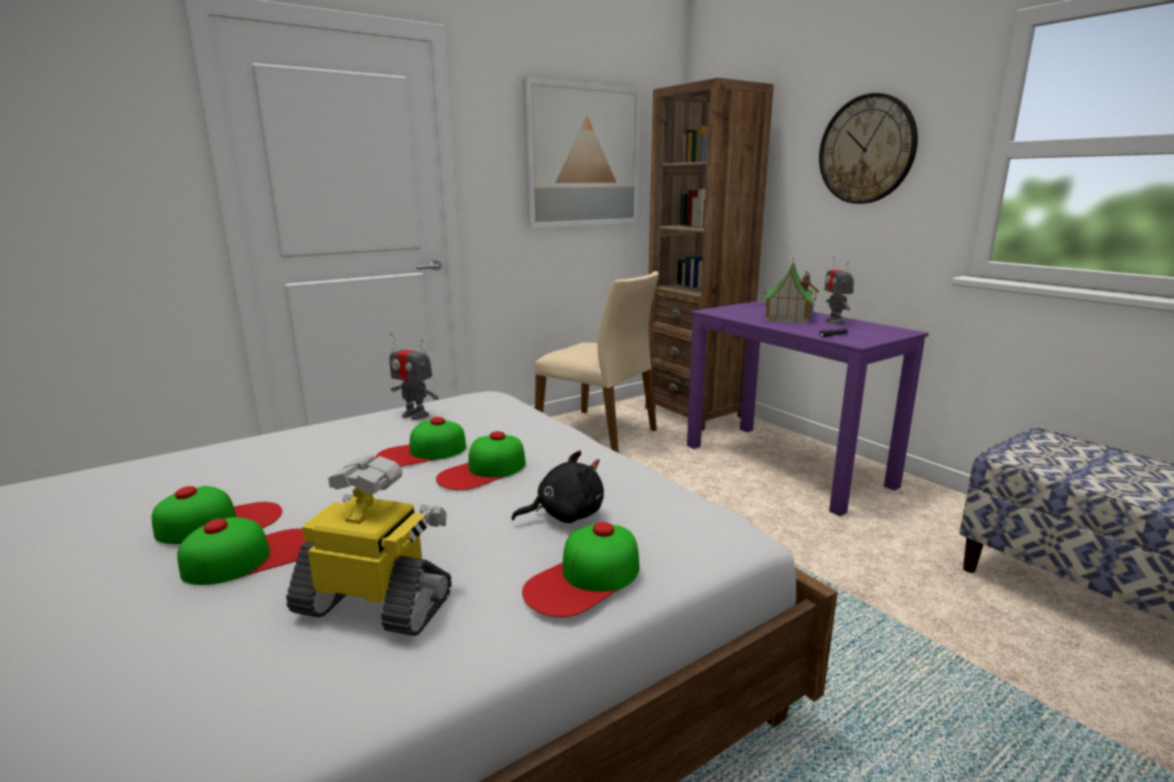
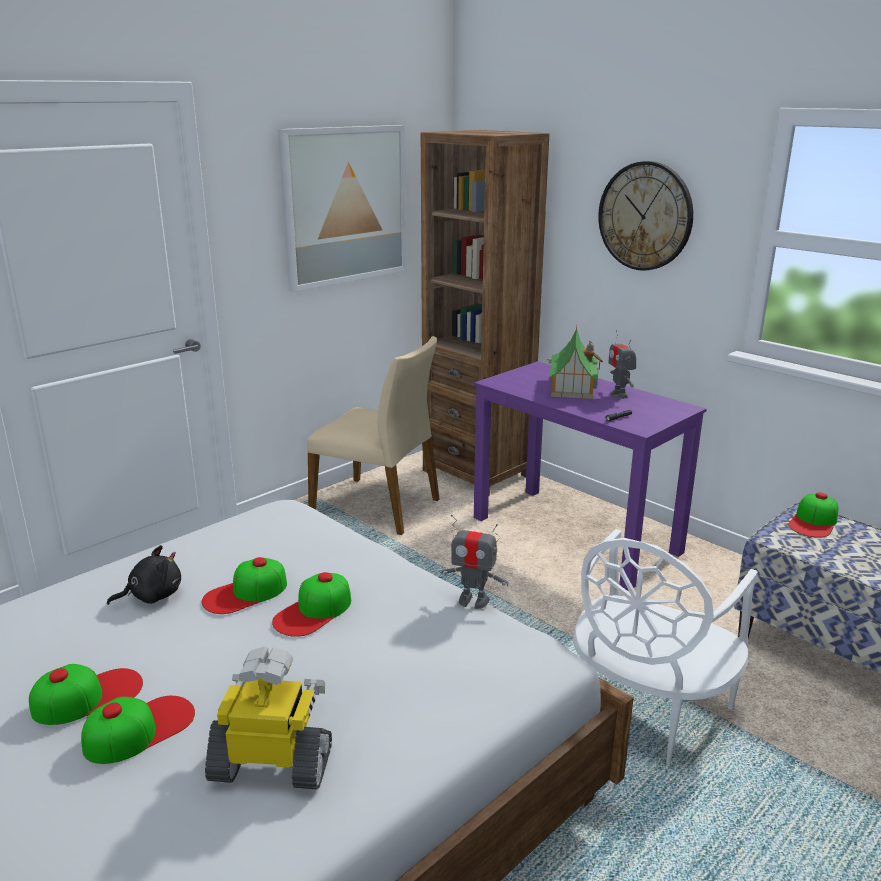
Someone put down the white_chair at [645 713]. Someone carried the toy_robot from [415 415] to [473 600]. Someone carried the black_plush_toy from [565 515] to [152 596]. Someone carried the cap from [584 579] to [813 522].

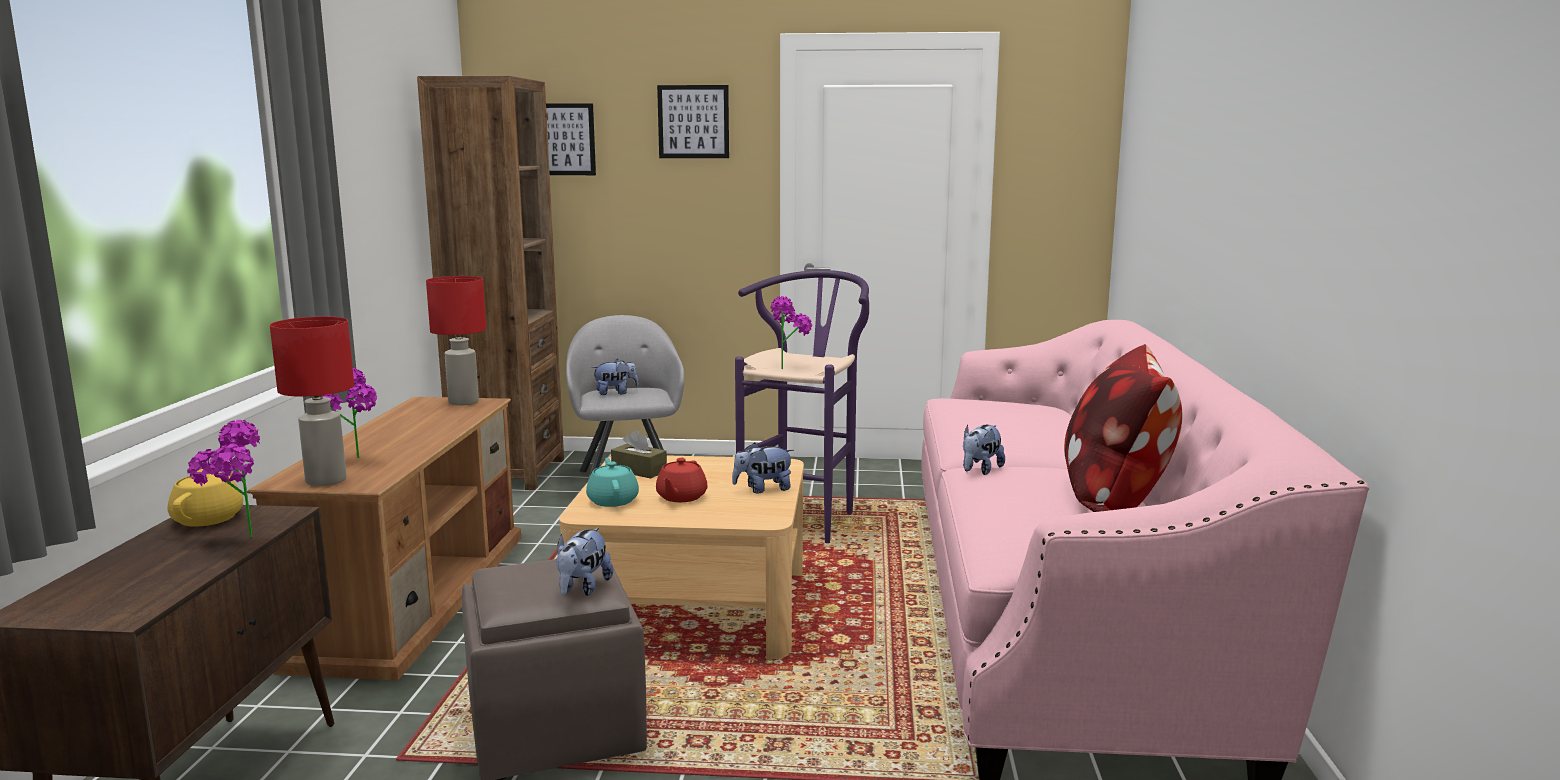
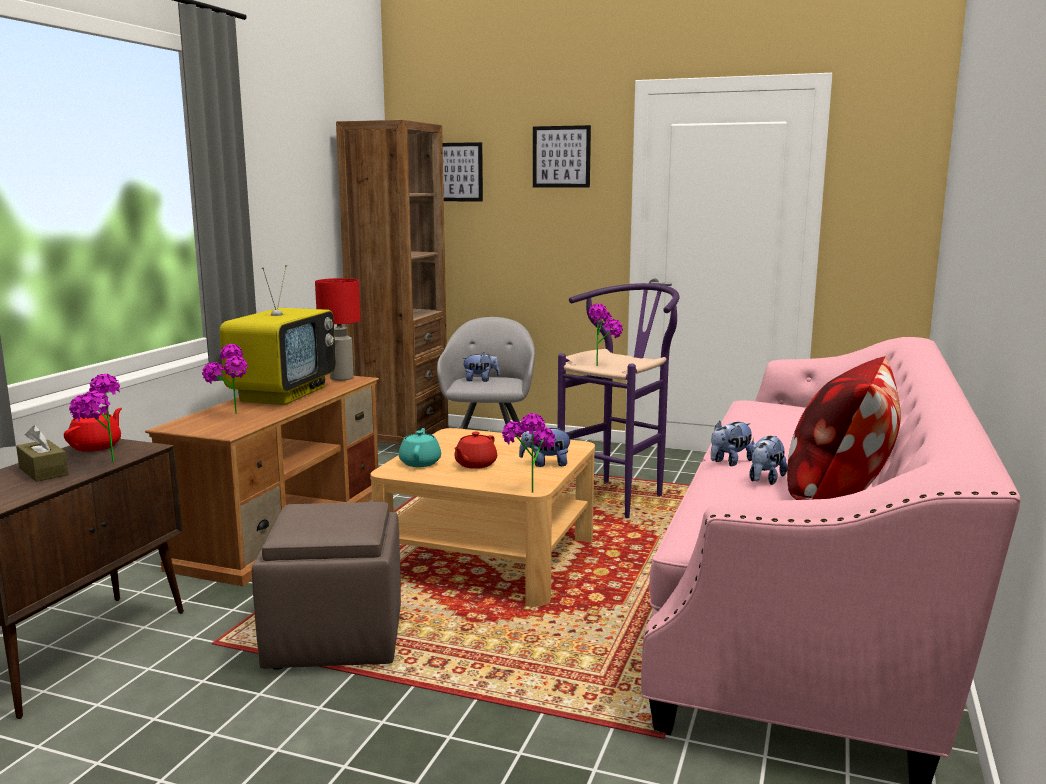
Someone took away the red_table_lamp at [325 481]. Someone put down the television at [283 394]. Someone put down the potted_plant at [528 489]. Someone carried the plush_toy from [582 589] to [765 480]. Someone carried the brown_tissue_box from [639 471] to [43 471]. Someone repainted the yellow_teapot at [209 518], which became the red_teapot at [96 446].

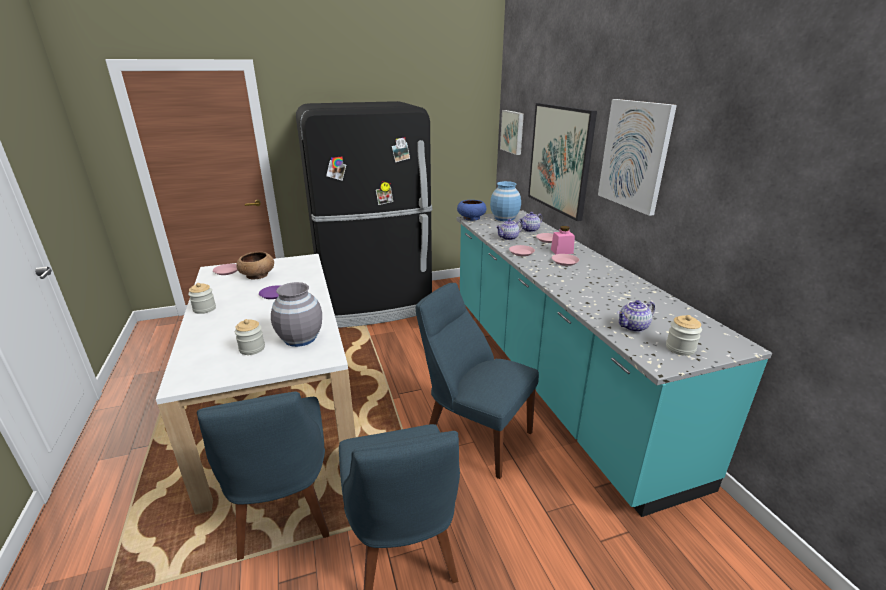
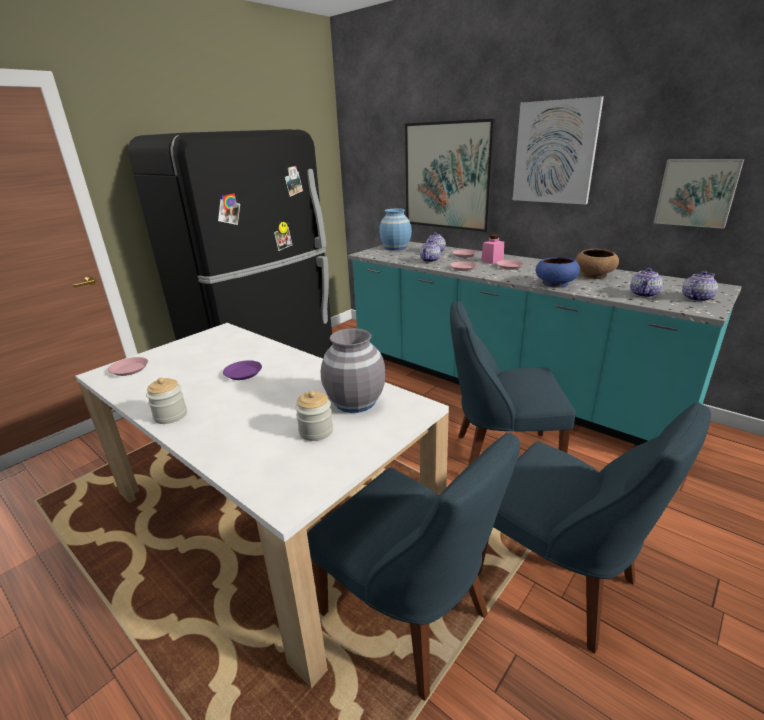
Someone carried the brown_bowl from [257 275] to [594 276]. Someone carried the blue_bowl from [471 218] to [555 284]. Someone carried the picture from [513 132] to [696 193]. Someone swapped the jar at [680 348] for the teapot at [696 298].

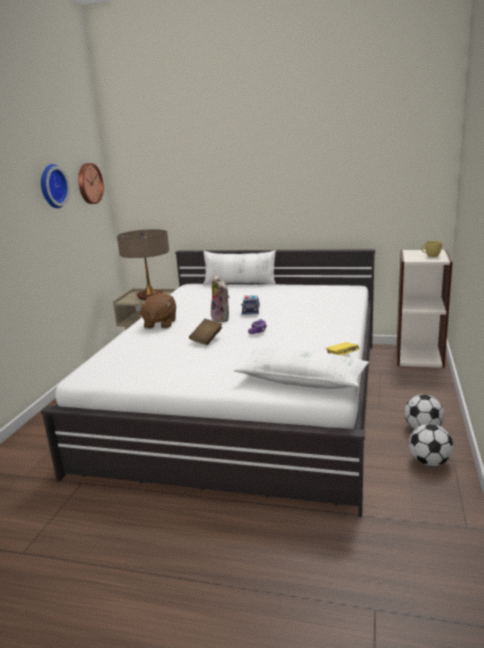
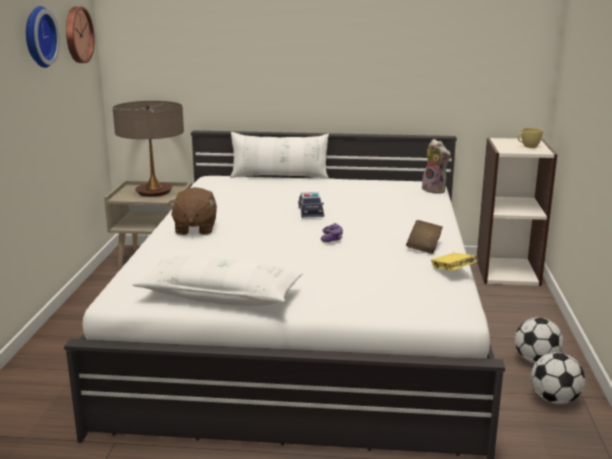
Someone carried the brown_book from [206 339] to [424 246]. Someone carried the plush_toy from [222 318] to [435 190]. Someone carried the white_pillow from [302 379] to [220 296].

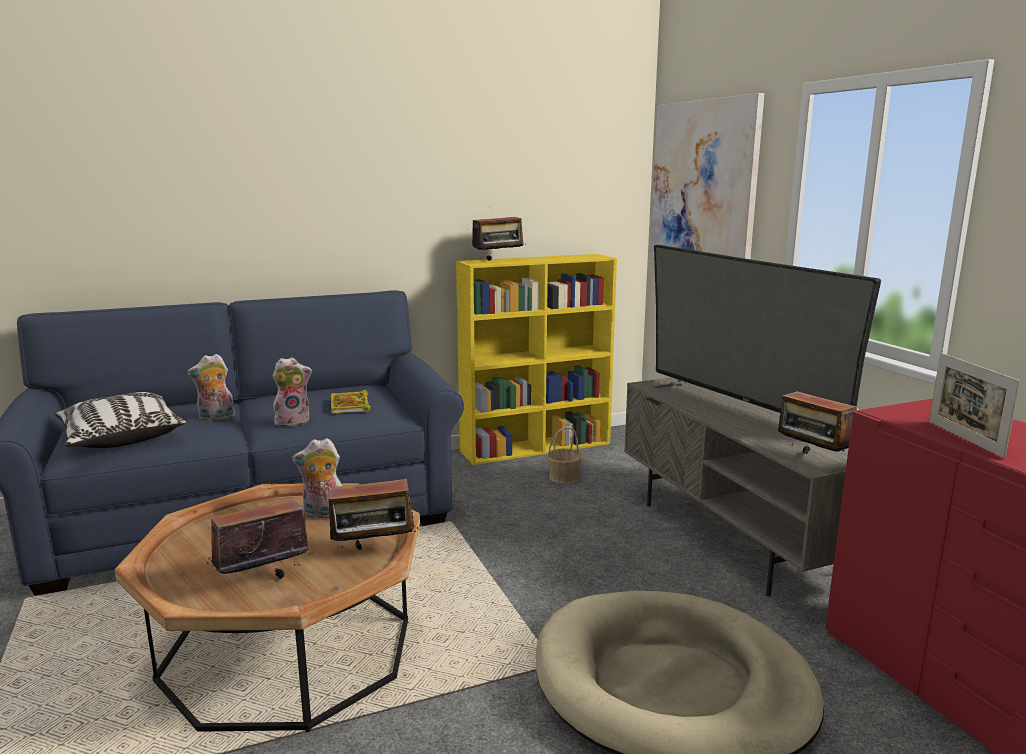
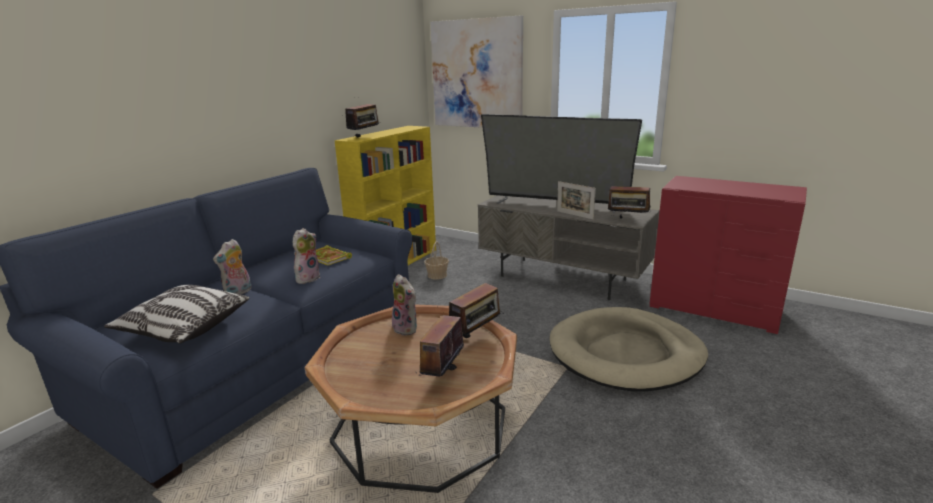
Someone carried the picture_frame from [964 438] to [574 215]. Someone rotated the plush_toy at [323 514] by 90 degrees counterclockwise.

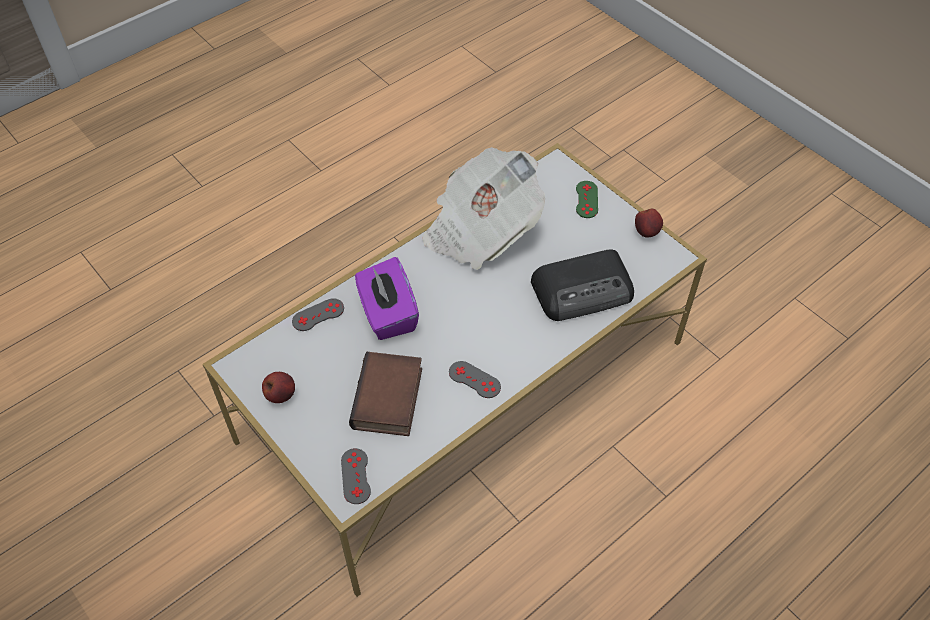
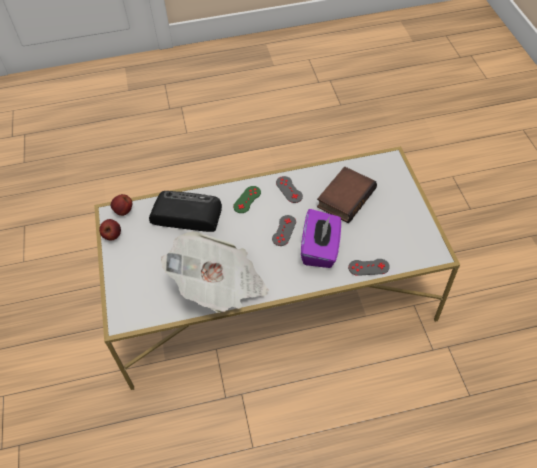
Someone carried the apple from [280 395] to [123 211]. Someone carried the grey_game_controller from [355 476] to [284 230]. Someone carried the green_game_controller from [586 199] to [247 199].

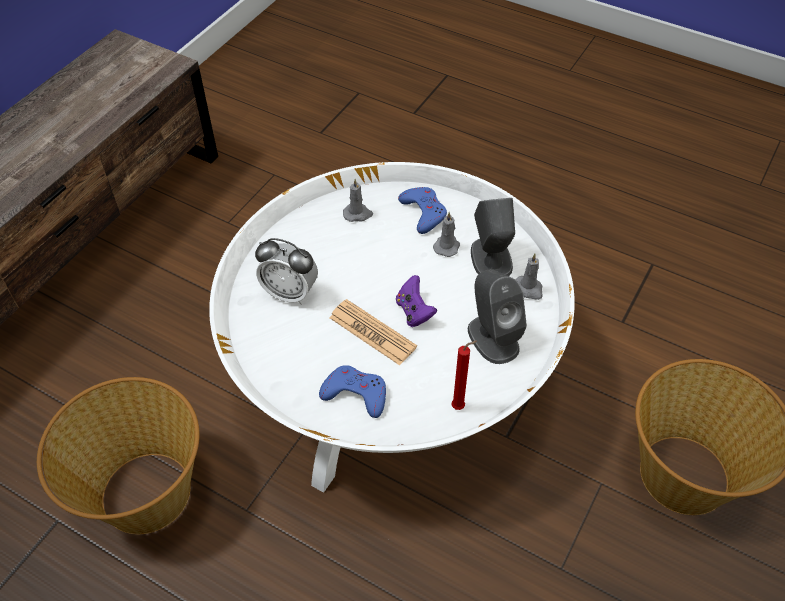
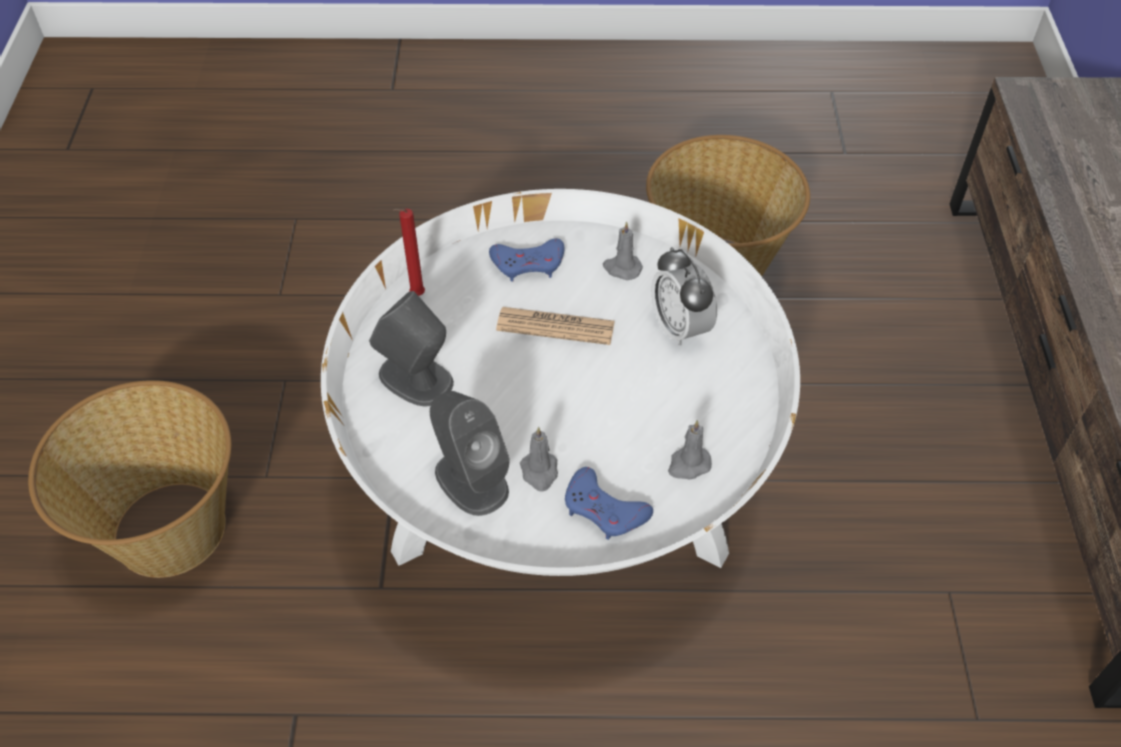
Someone took away the purple_game_controller at [414 312]. Someone carried the grey_candle from [529 289] to [621 268]. Someone rotated the alarm_clock at [290 293] by 105 degrees counterclockwise.

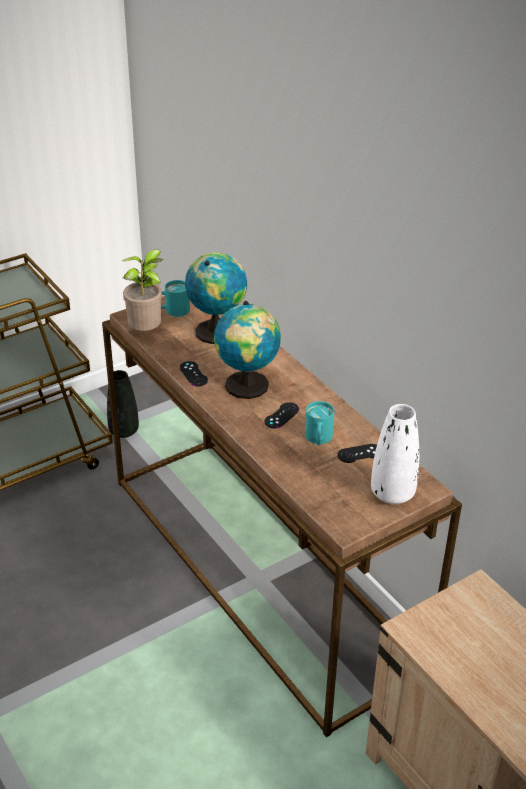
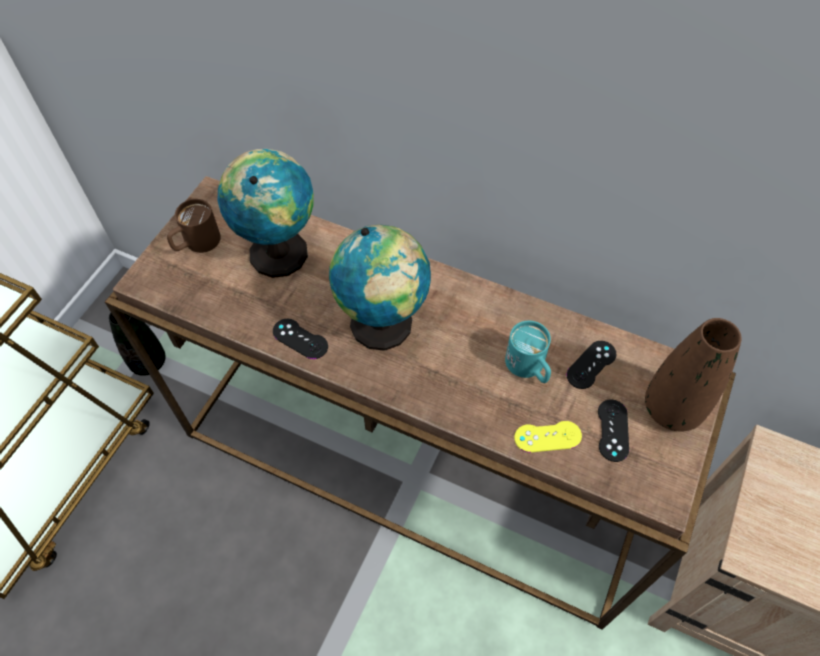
Someone took away the potted_plant at [147 332]. Someone put down the yellow_game_controller at [547 437]. Someone carried the black_game_controller from [281 415] to [613 430]. Someone repainted the turquoise_mug at [172 311], which became the brown_mug at [196 244]. Someone repainted the white_vase at [392 493], which became the brown_vase at [672 408].

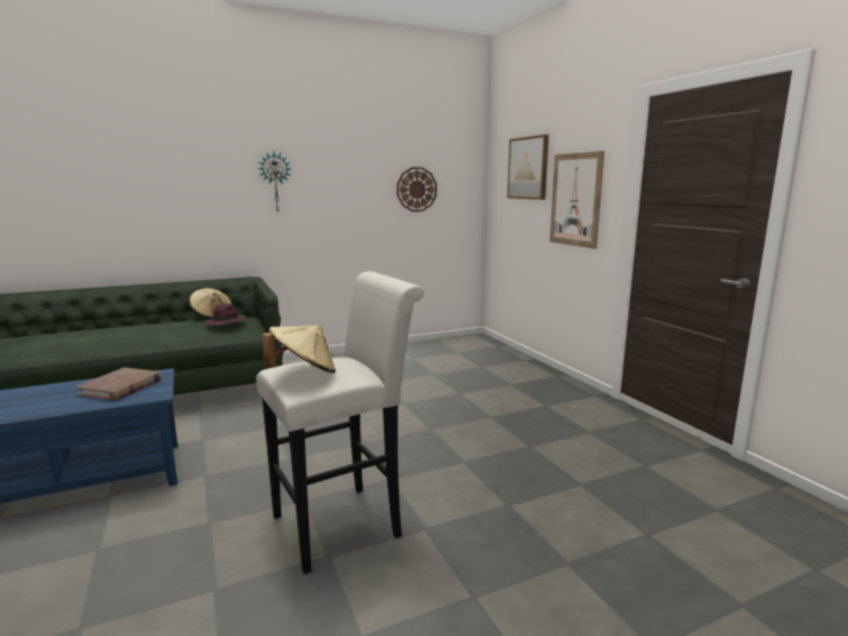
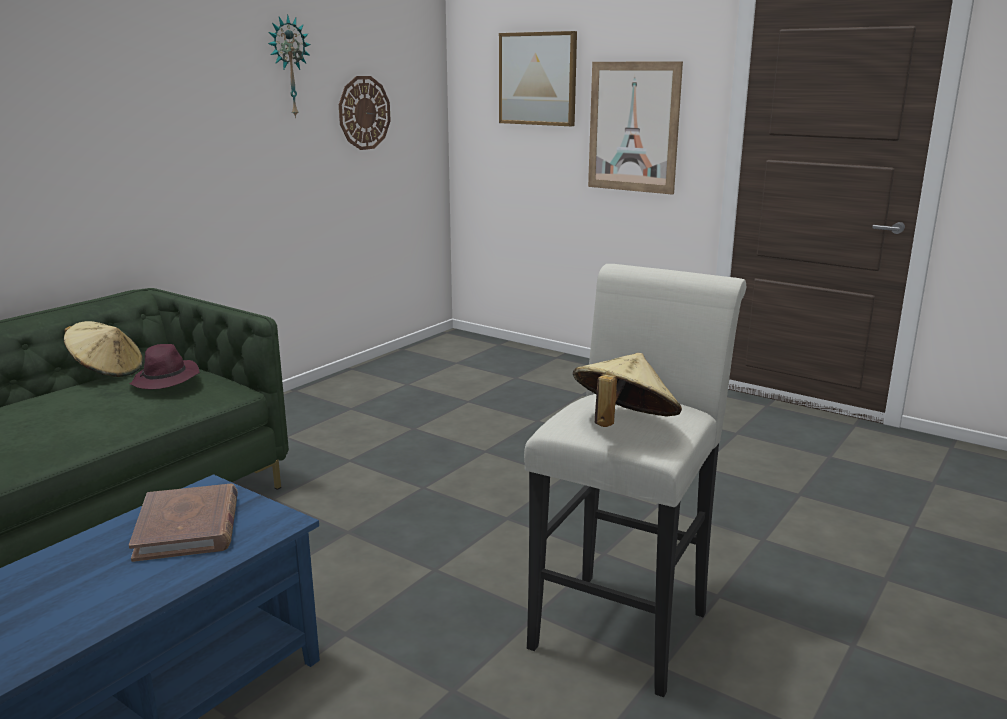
Someone carried the wall_clock from [275 182] to [288 67].

